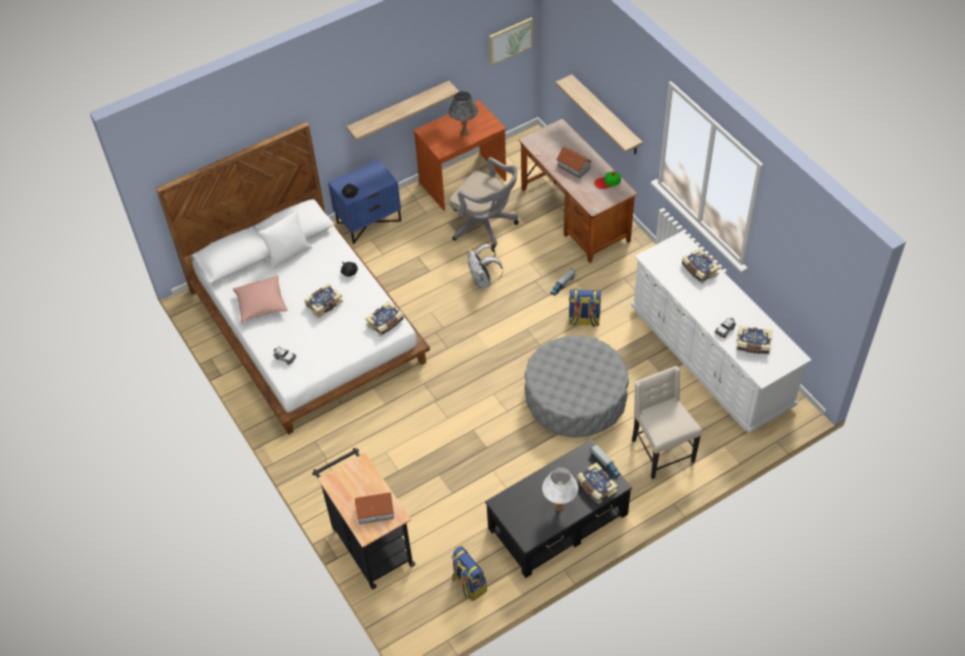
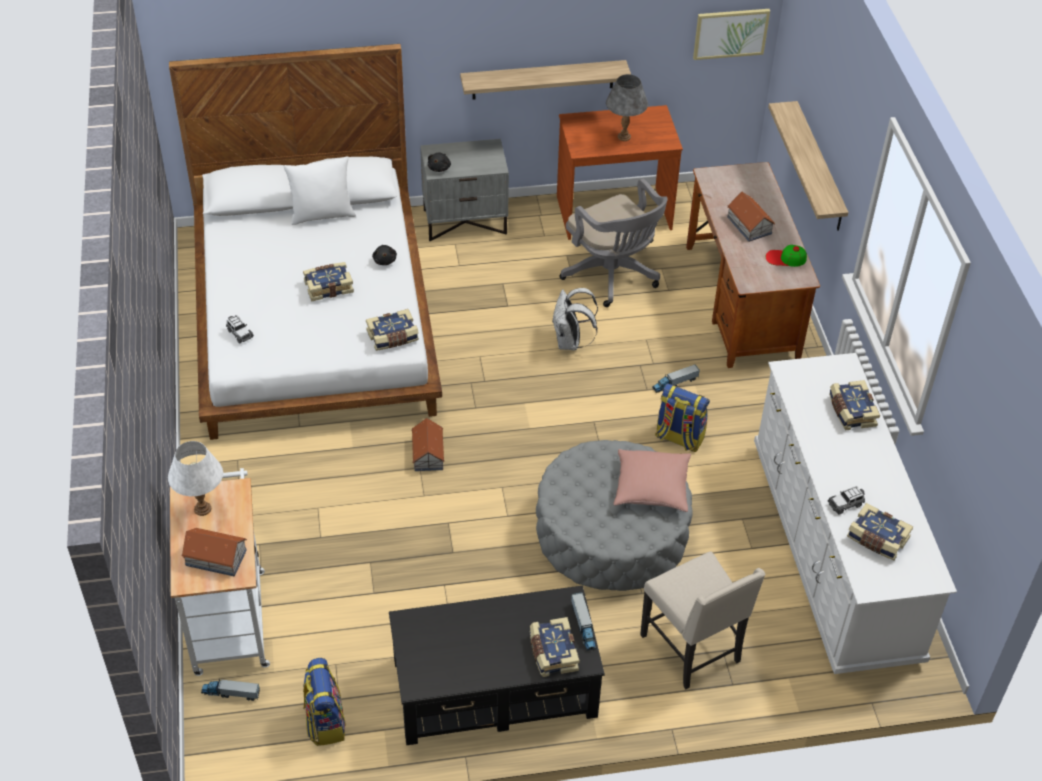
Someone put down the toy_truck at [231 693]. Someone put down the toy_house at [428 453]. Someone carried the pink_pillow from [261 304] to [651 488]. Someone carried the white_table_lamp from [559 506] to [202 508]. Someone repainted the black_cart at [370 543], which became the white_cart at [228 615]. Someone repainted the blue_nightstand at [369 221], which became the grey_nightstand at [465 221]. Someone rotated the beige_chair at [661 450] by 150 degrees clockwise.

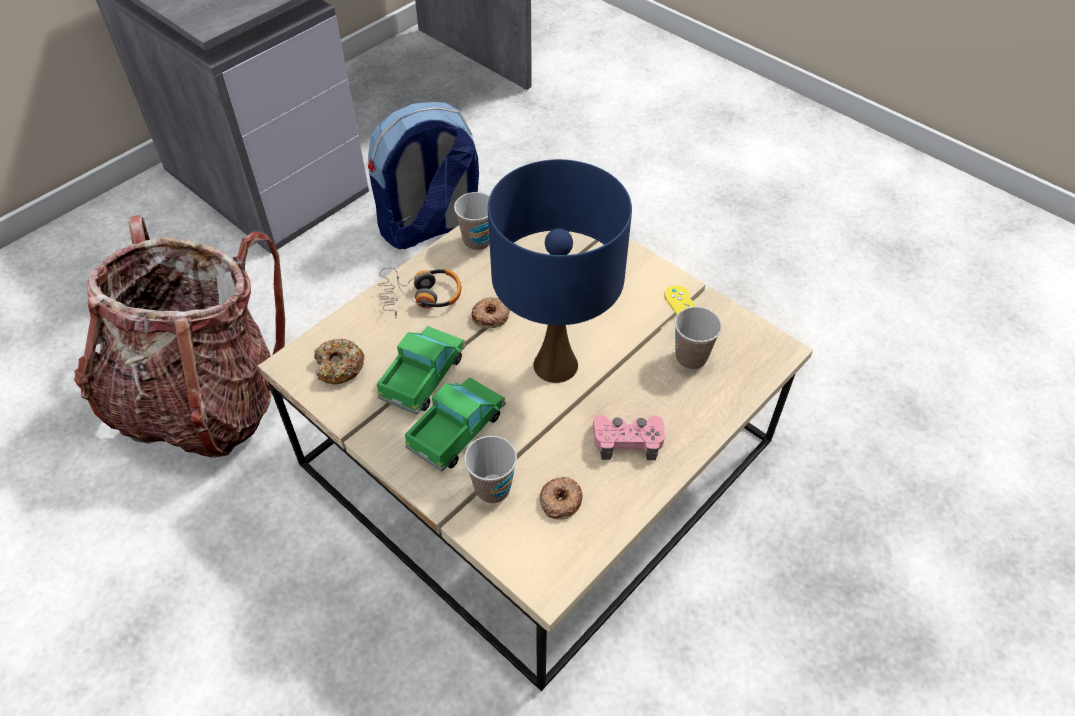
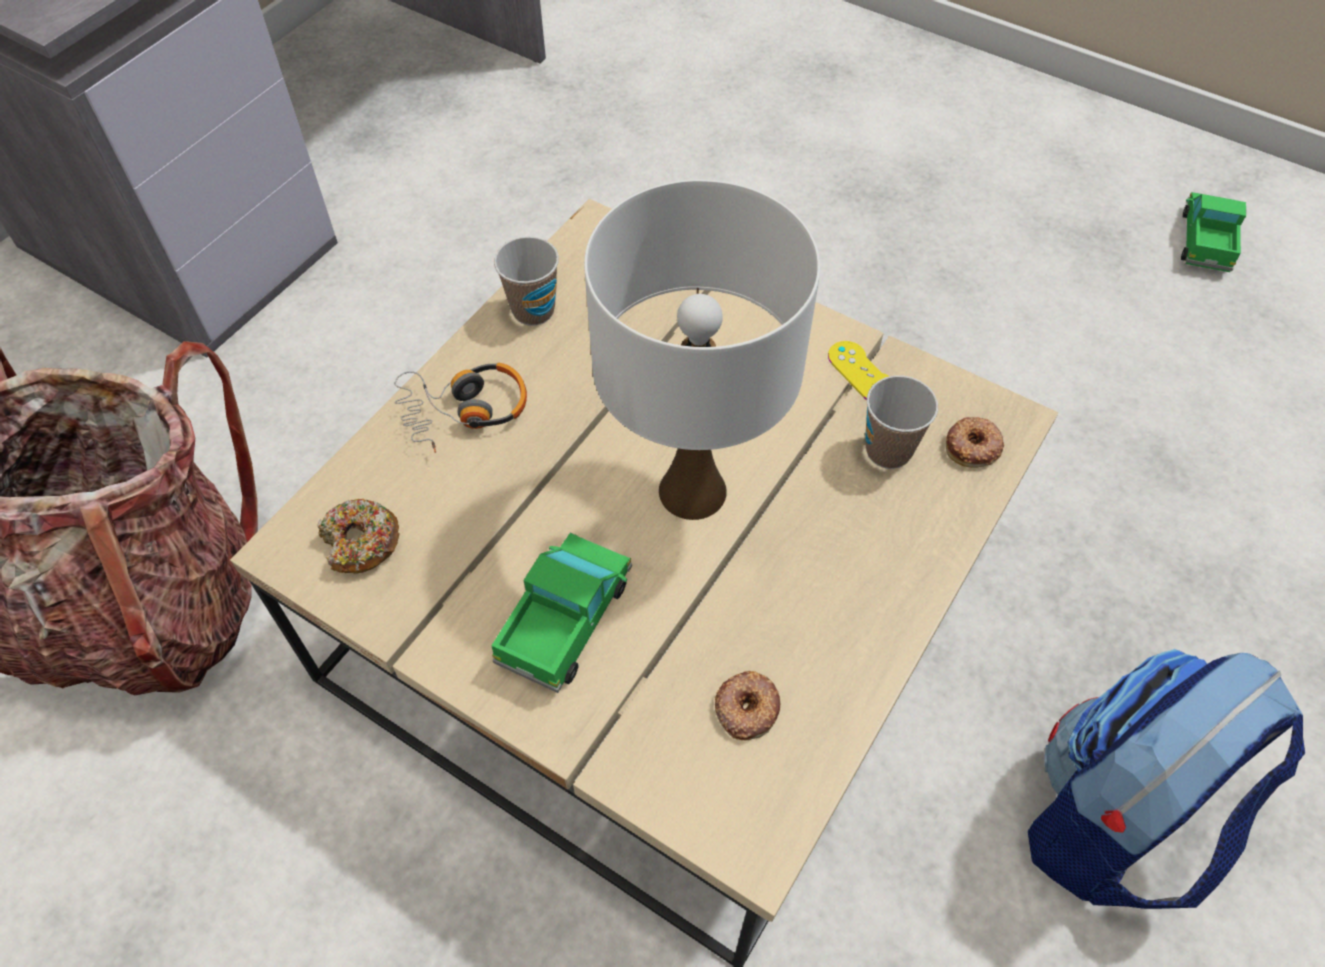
Someone took away the cup at [492 489]. Someone took away the pink_game_controller at [627 440]. Someone carried the backpack from [430 227] to [1113 821]. Someone carried the toy_truck from [423 377] to [1205 240]. Someone carried the donut from [491 316] to [973 446]. Someone repainted the blue_table_lamp at [556 364], which became the white_table_lamp at [693 490].

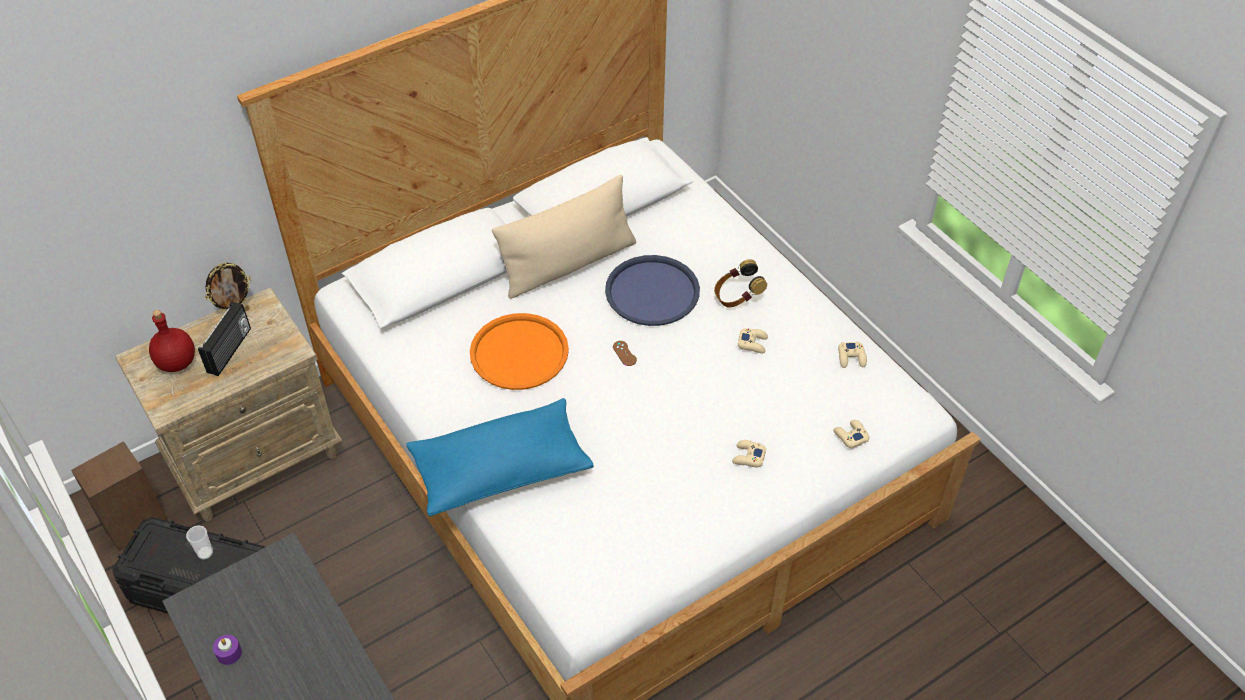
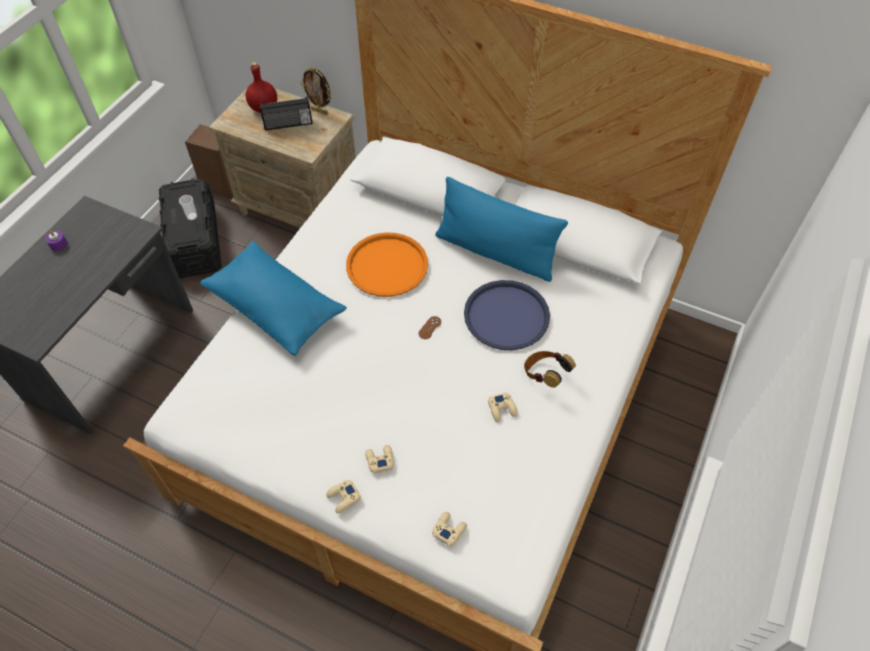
Someone carried the beige_game_controller from [851 357] to [343 498]. Someone repainted the beige_pillow at [568 264], which became the blue_pillow at [495 252].

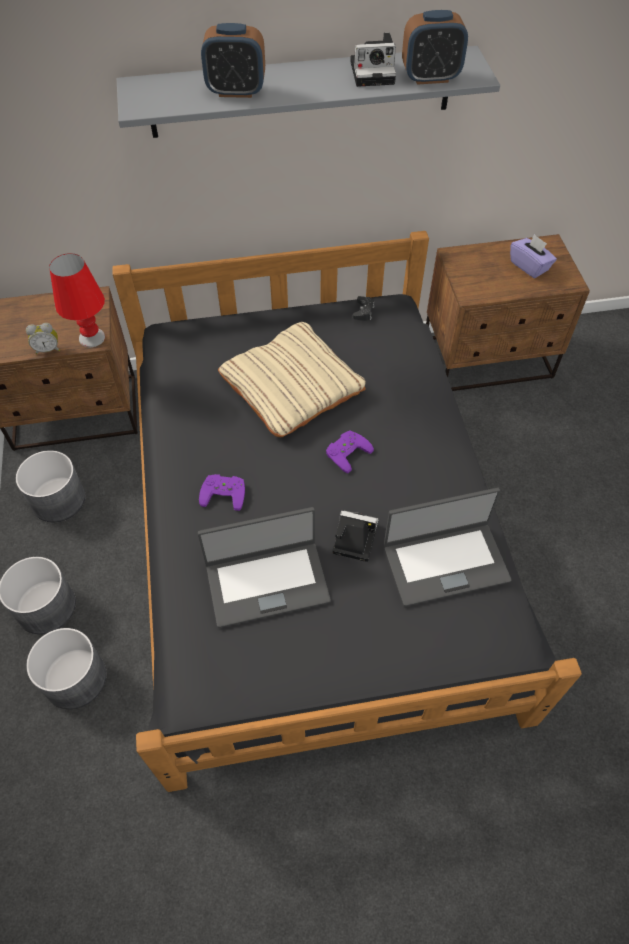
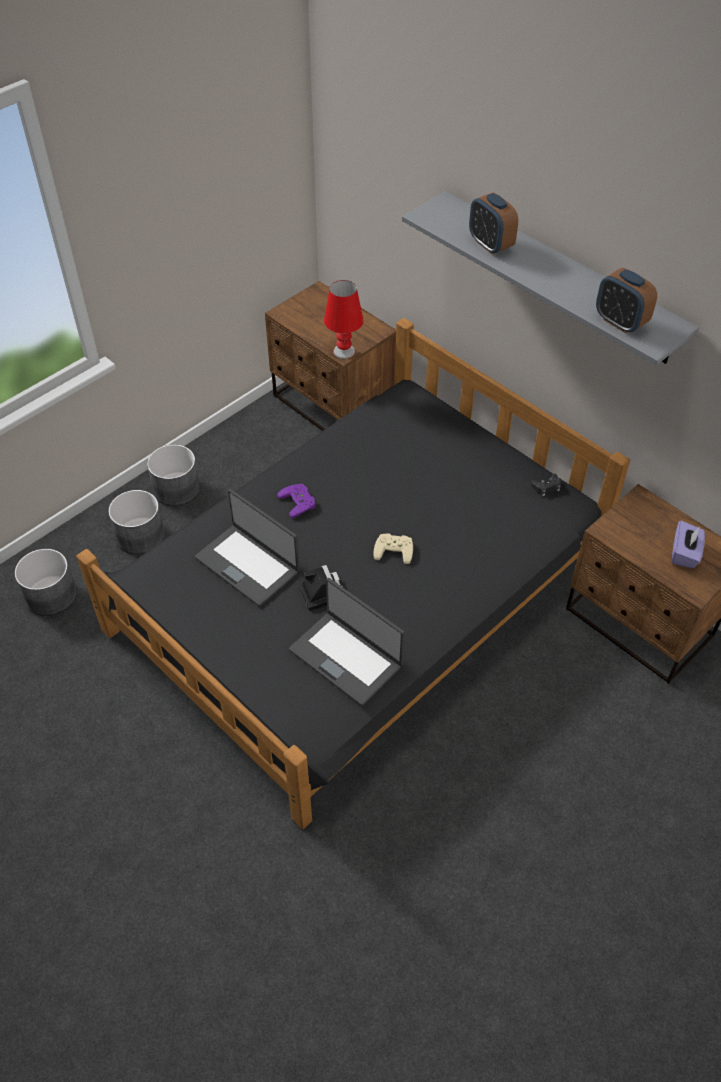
Someone took away the alarm_clock at [48 349]. Someone took away the beige_pillow at [292 385]. Someone took away the photo_camera at [374 72]. Someone carried the grey_planter from [58 499] to [52 596]. Someone repainted the purple_game_controller at [346 451], which became the beige_game_controller at [394 548].

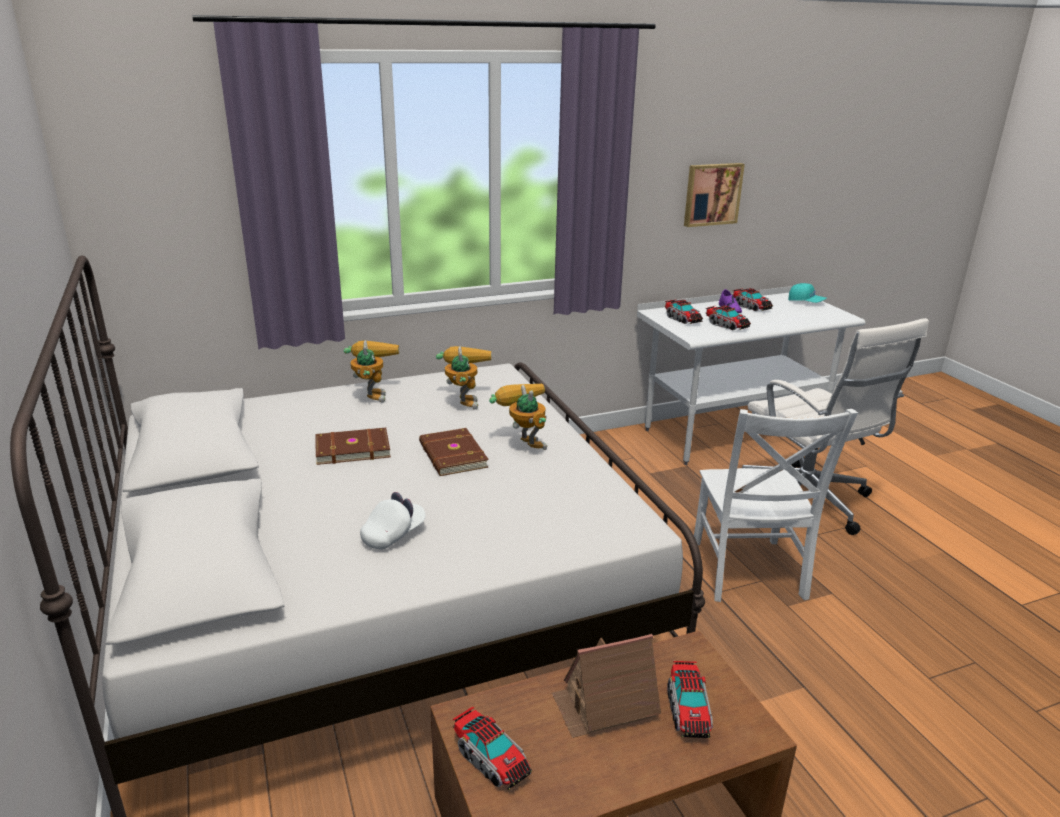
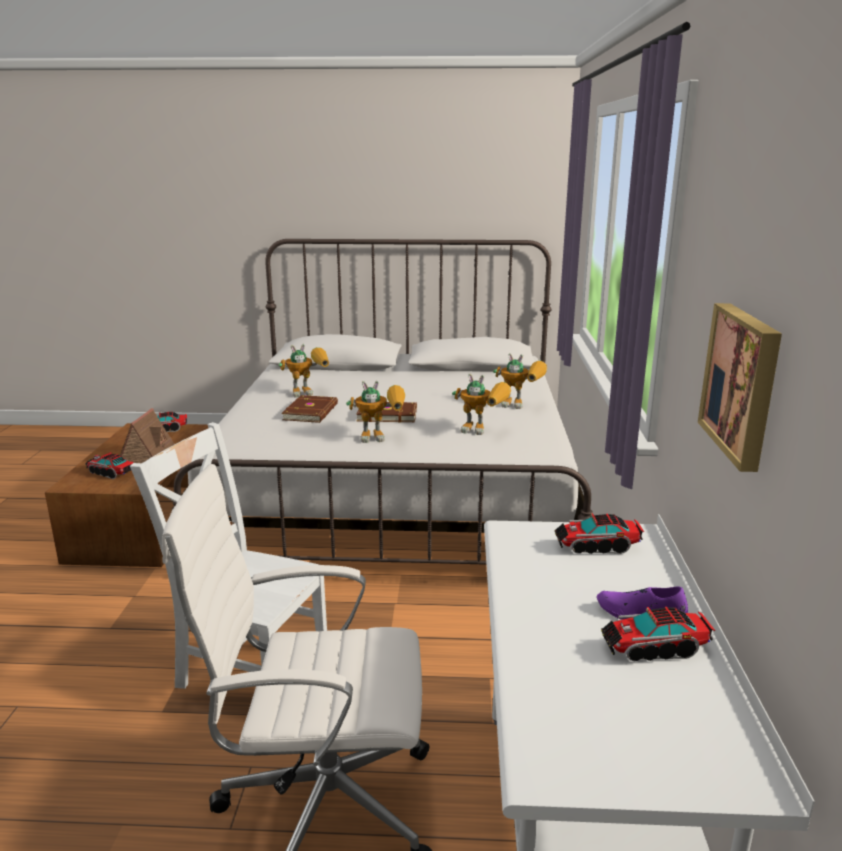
Someone took away the toy_truck at [726 325]. Someone took away the turquoise_cap at [806 302]. Someone carried the brown_book from [352 448] to [312 412]. Someone swapped the white_cap at [393 534] for the toy_robot at [309 392].

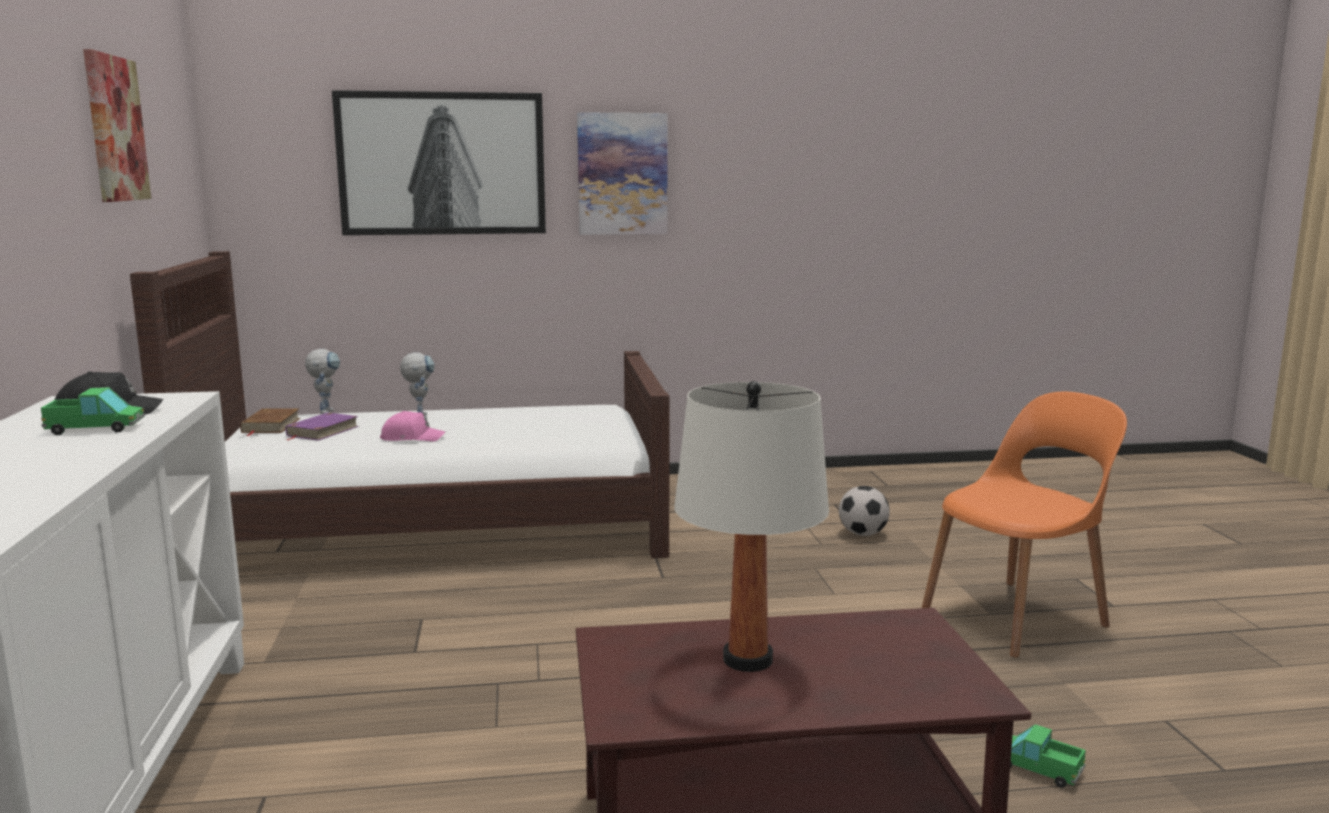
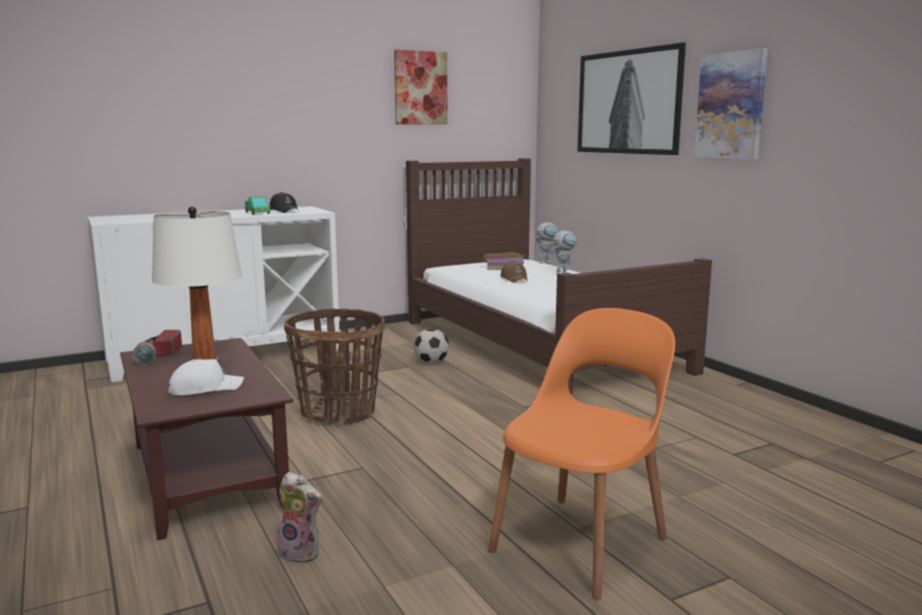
Someone put down the flashlight at [158 356]. Someone put down the white_cap at [205 388]. Someone put down the basket at [338 412]. Someone carried the football from [863 534] to [431 362]. Someone swapped the toy_truck at [1037 768] for the plush_toy at [302 552]. Someone repainted the pink_cap at [412 438], which became the brown_cap at [514 279]. Someone rotated the orange_chair at [1017 617] by 90 degrees counterclockwise.

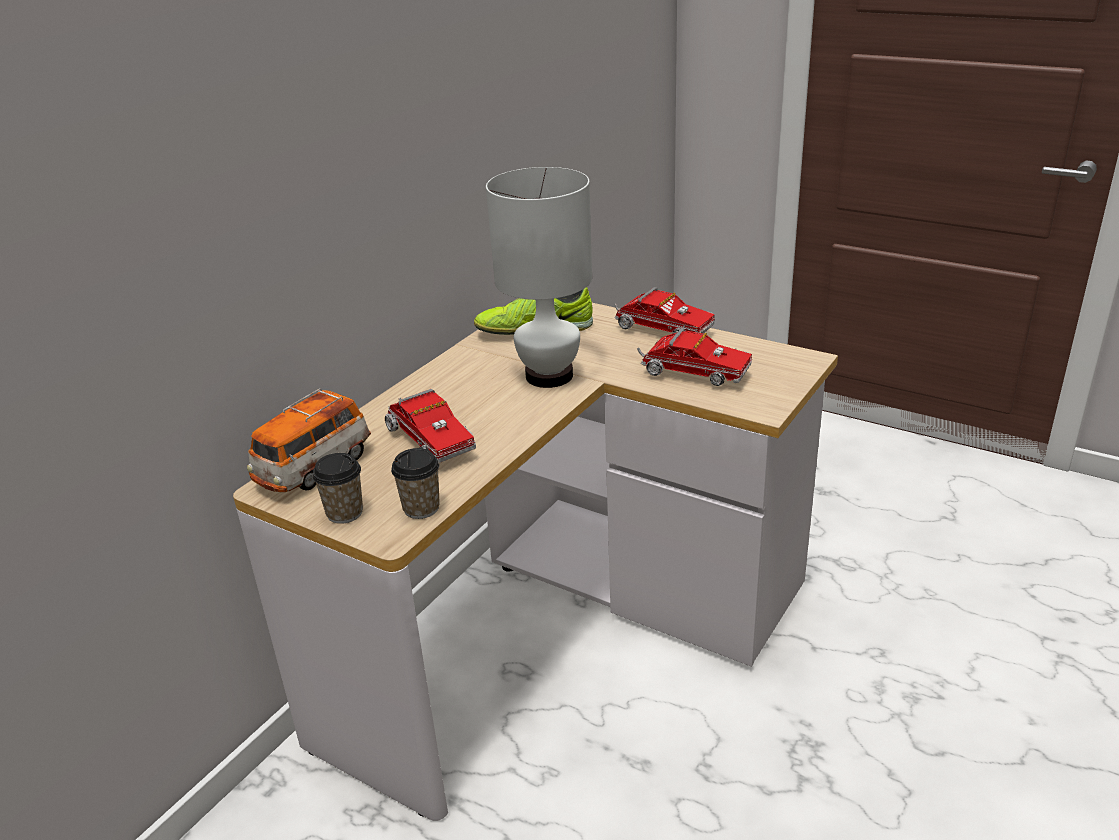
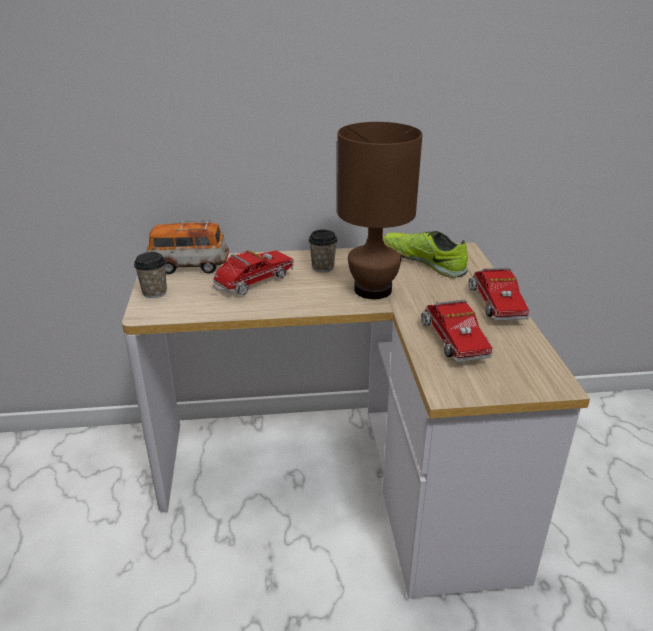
Someone carried the cup from [421 508] to [323 267]. Someone repainted the white_table_lamp at [549 376], which became the brown_table_lamp at [372 290]. Someone rotated the toy_truck at [428 440] by 150 degrees counterclockwise.

